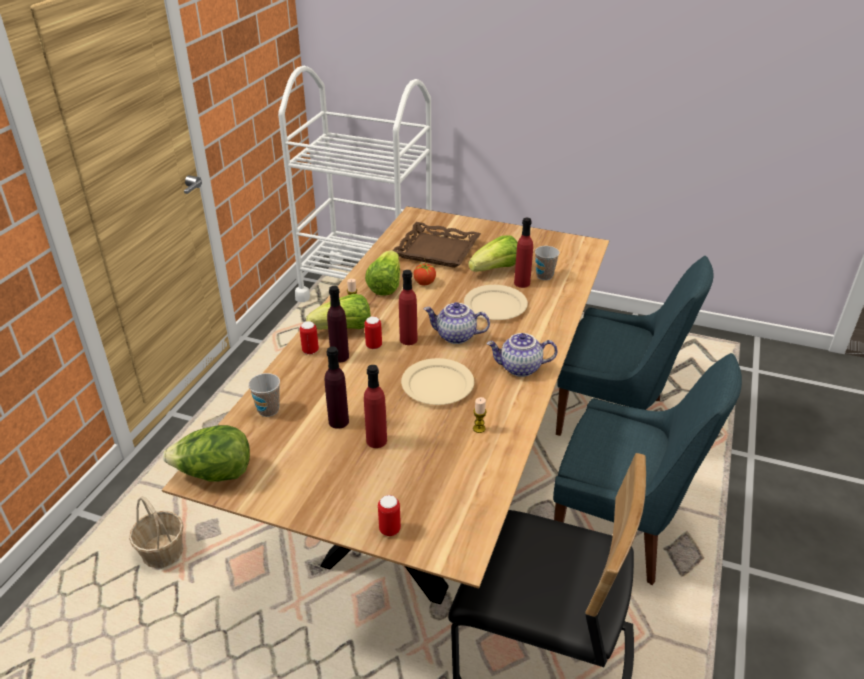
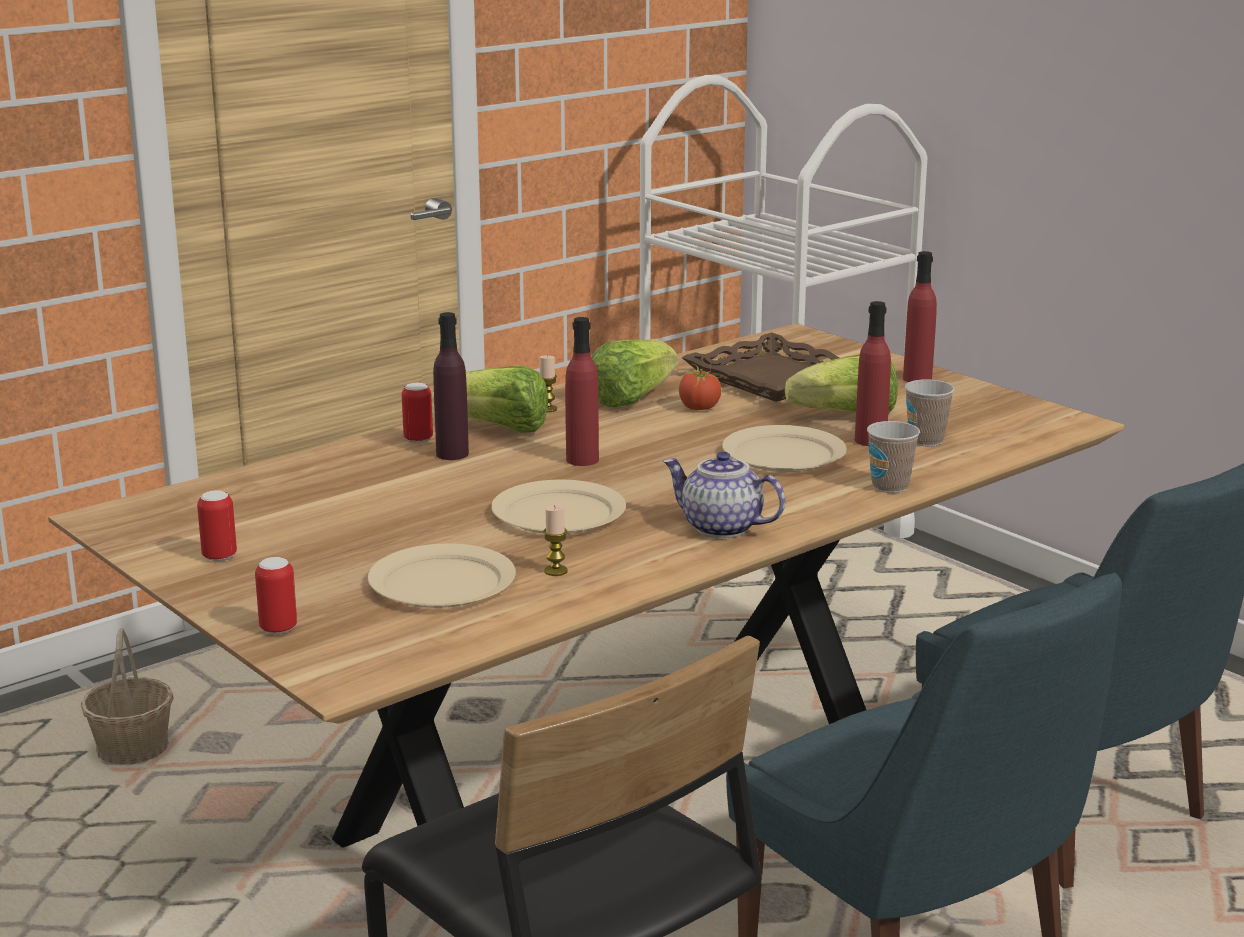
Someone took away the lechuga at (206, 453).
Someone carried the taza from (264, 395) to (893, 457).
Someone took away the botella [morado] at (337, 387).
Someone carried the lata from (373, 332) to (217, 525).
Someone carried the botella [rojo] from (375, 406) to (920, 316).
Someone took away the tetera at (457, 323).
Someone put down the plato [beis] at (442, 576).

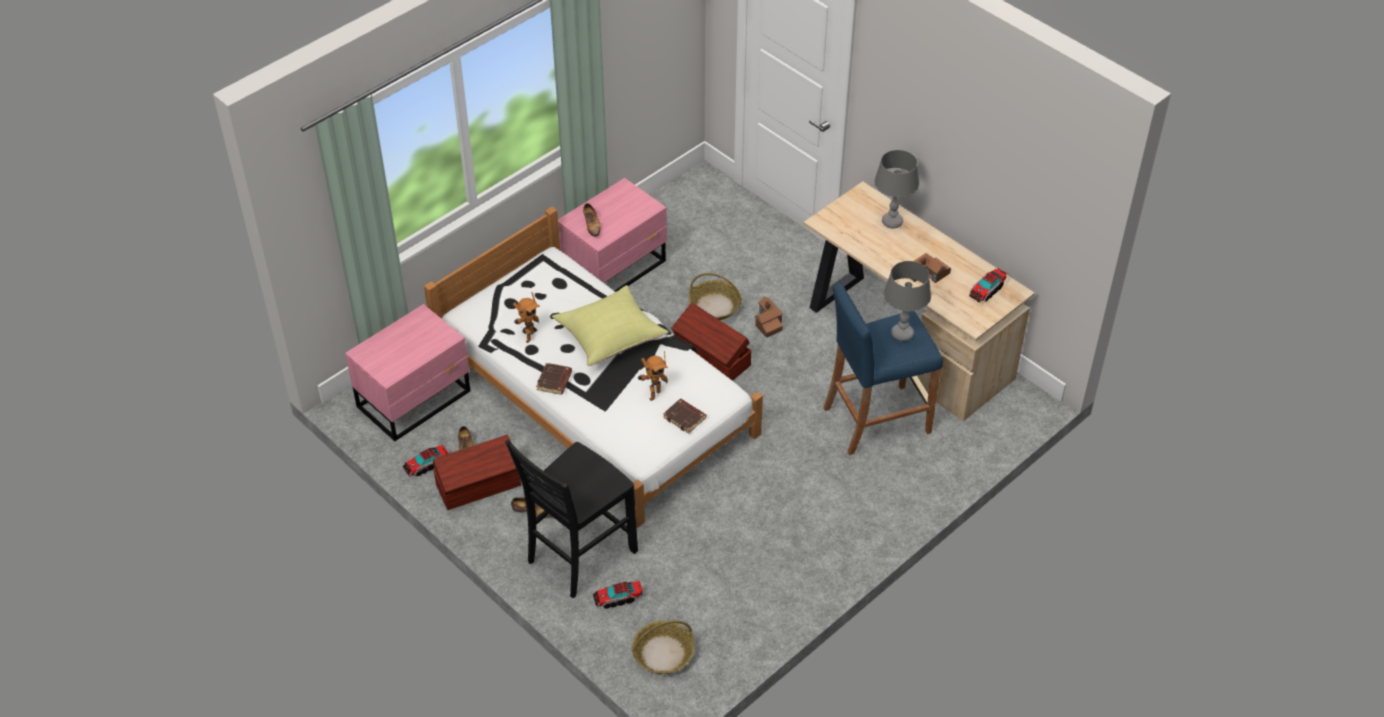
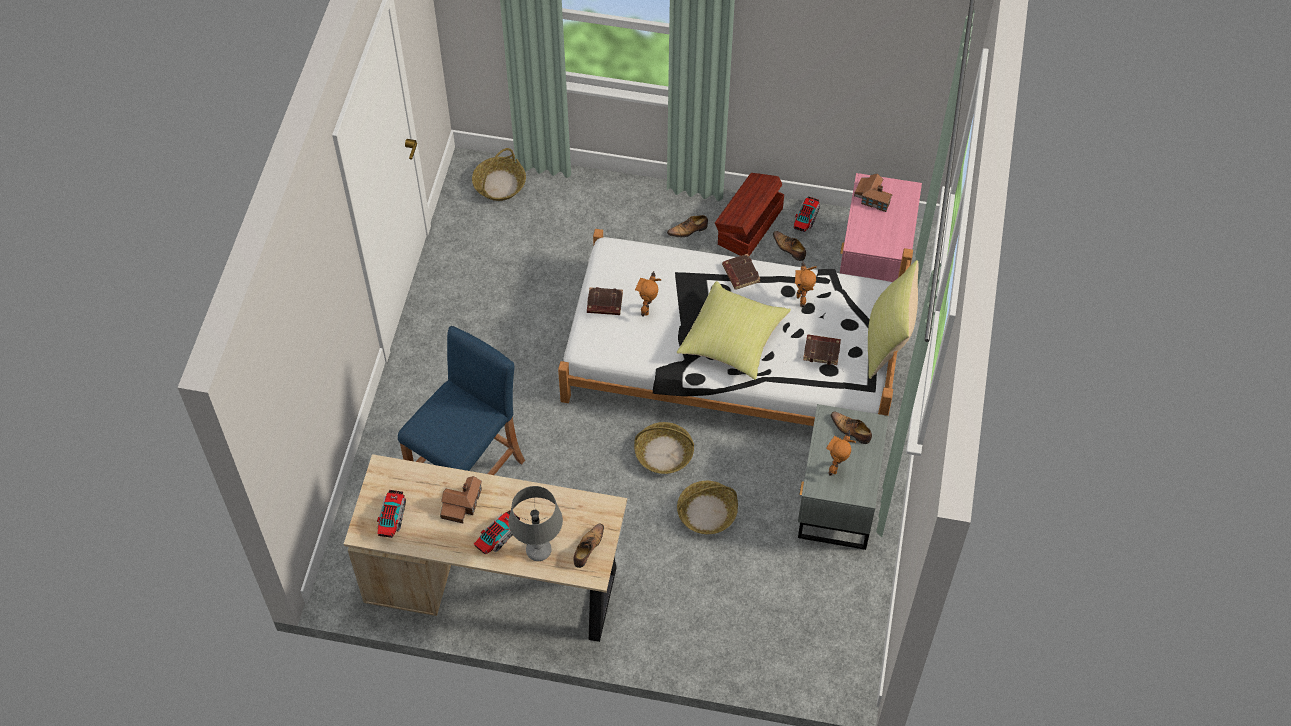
Someone took away the silla [negro] at (571, 519).
Someone repainted the mesita de noche [rosa] at (612, 235), which became the mesita de noche [gris] at (843, 477).
Someone carried the camión de juguete from (618, 595) to (497, 532).
Someone swapped the caja de almacenaje [marrón] at (711, 341) for the cesta at (664, 448).
Someone carried the casita from (769, 317) to (873, 192).
Someone took away the lámpara de mesa [gris] at (907, 301).
Someone put down the zapato at (588, 545).
Someone put down the libro [marrón] at (822, 349).
Someone put down the robot de juguete at (841, 452).
Someone put down the cojín [amarillo] at (893, 319).

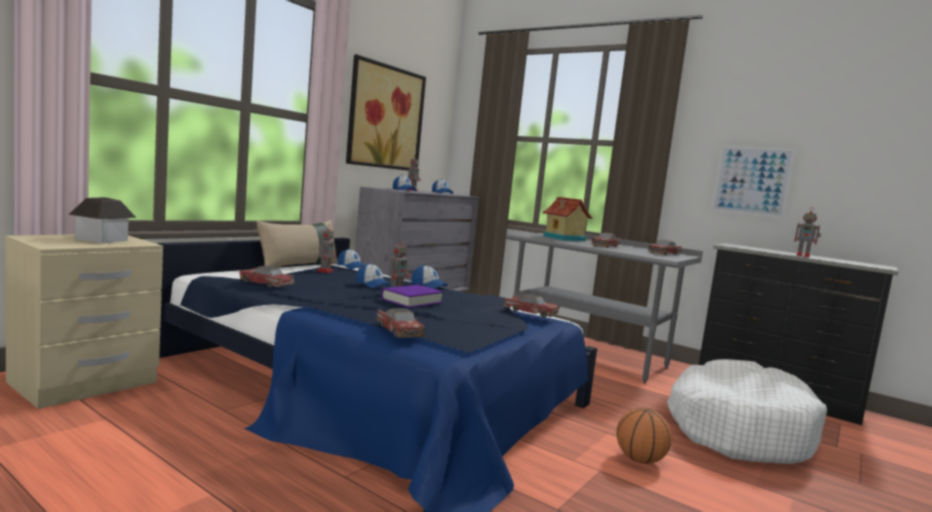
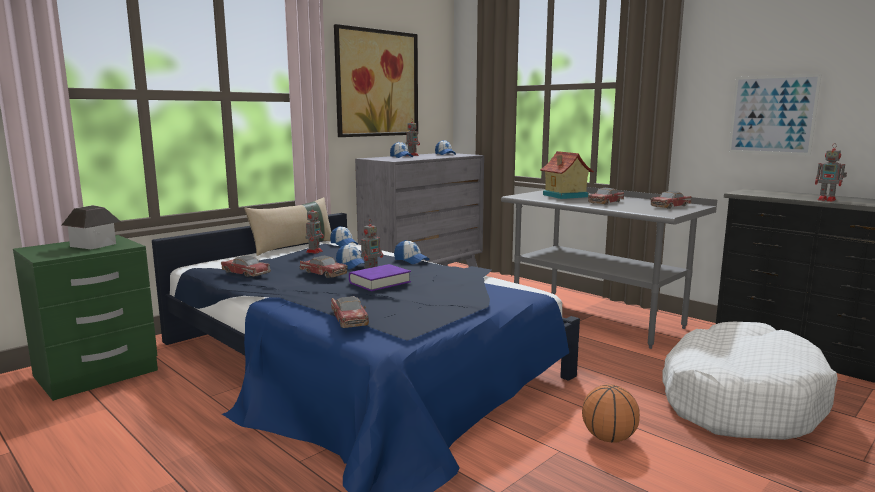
Someone repainted the mesita de noche [beis] at (84, 322), which became the mesita de noche [verde] at (85, 318).
Someone carried the coche de juguete from (531, 305) to (324, 267).

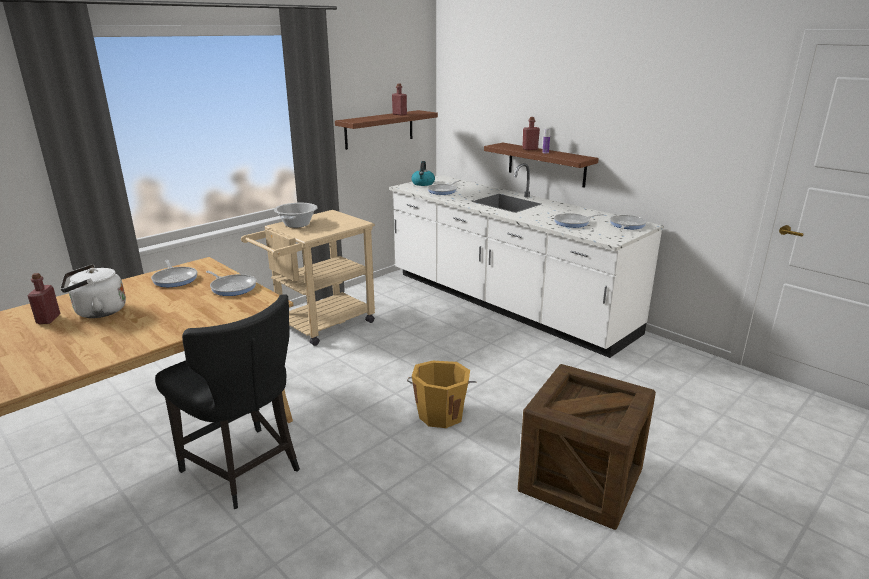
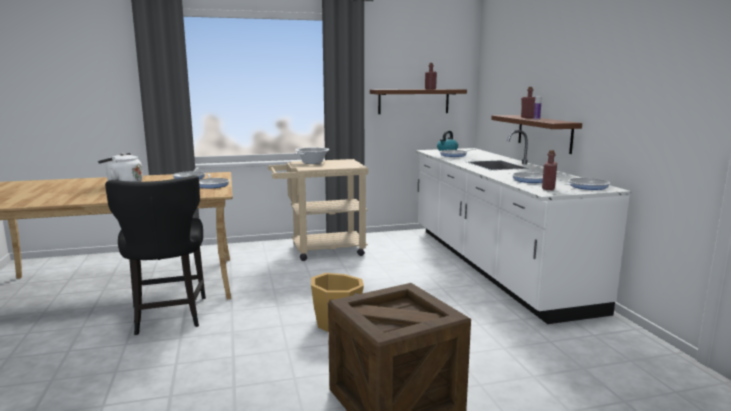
Someone carried the botella [rojo] from (44, 298) to (549, 170).

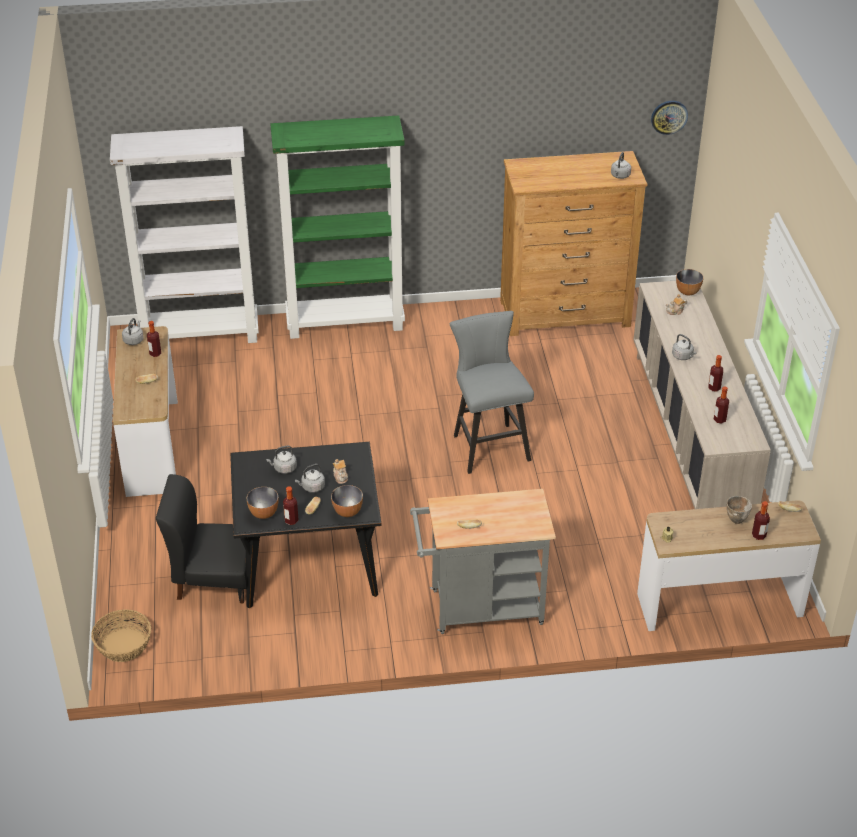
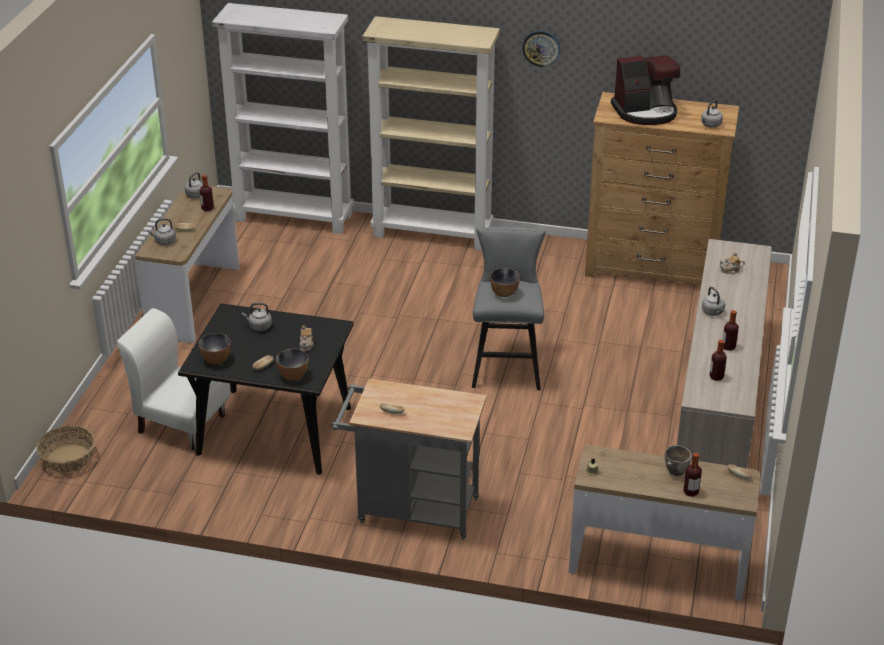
Someone repainted the silla [negro] at (201, 538), which became the silla [blanco] at (173, 379).
Someone repainted the estantería [verde] at (338, 227), which became the estantería [beis] at (431, 133).
Someone took away the botella at (291, 505).
Someone carried the hervidor [gris] from (310, 478) to (162, 231).
Someone carried the reloj de pared from (669, 118) to (541, 49).
Someone carried the cuenco from (689, 282) to (505, 282).
Someone put down the cafetera at (645, 90).

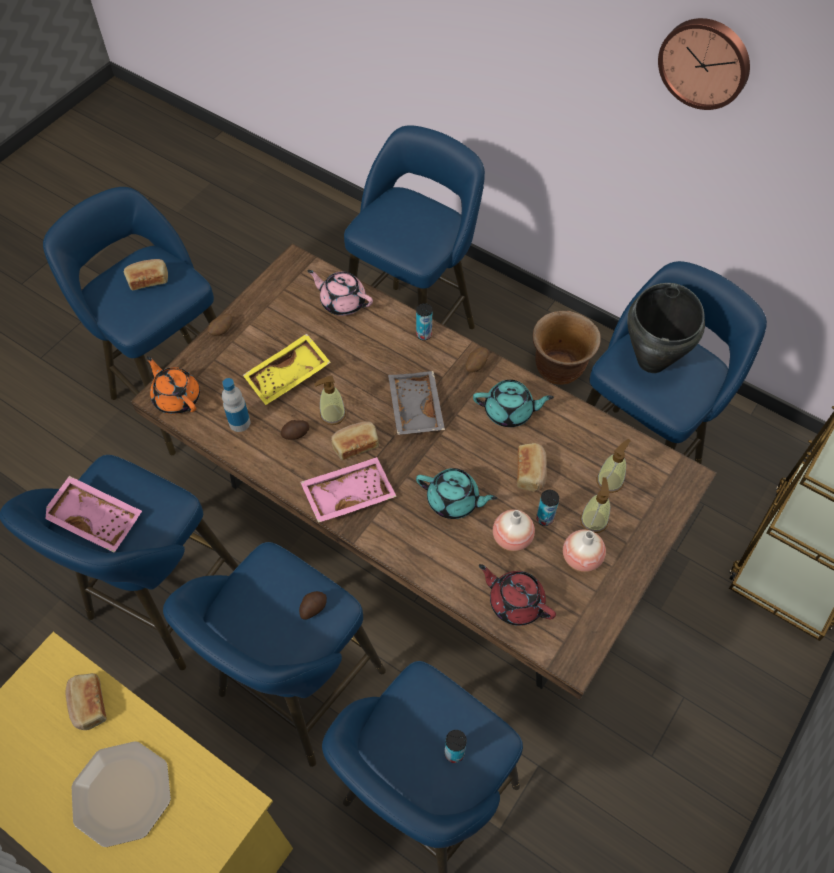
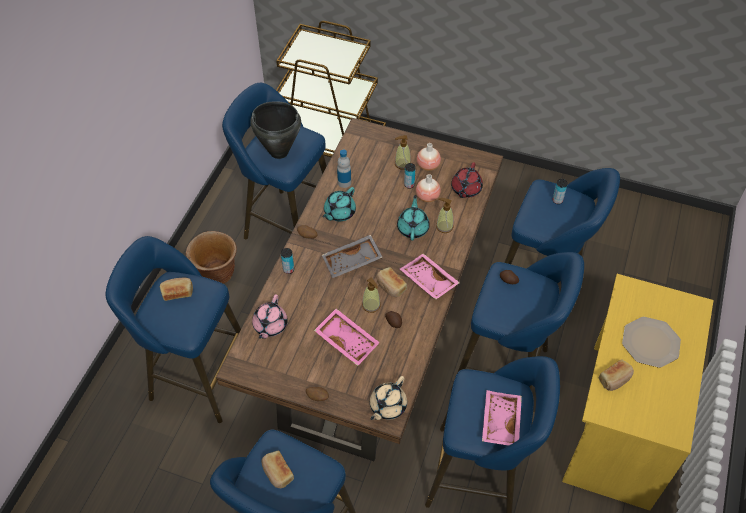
Someone repainted the tetera [naranja] at (173, 385), which became the tetera [beis] at (388, 398).
Someone carried the botella from (236, 405) to (344, 169).
Someone repainted the bandeja [amarillo] at (287, 369), which became the bandeja [rosa] at (347, 337).
Someone rotated the tetera [turquesa] at (513, 403) by 135 degrees counterclockwise.
Someone carried the pan from (532, 467) to (176, 289).
Someone carried the dispensador de jabón from (614, 466) to (445, 215).
Someone took away the reloj de pared at (704, 64).

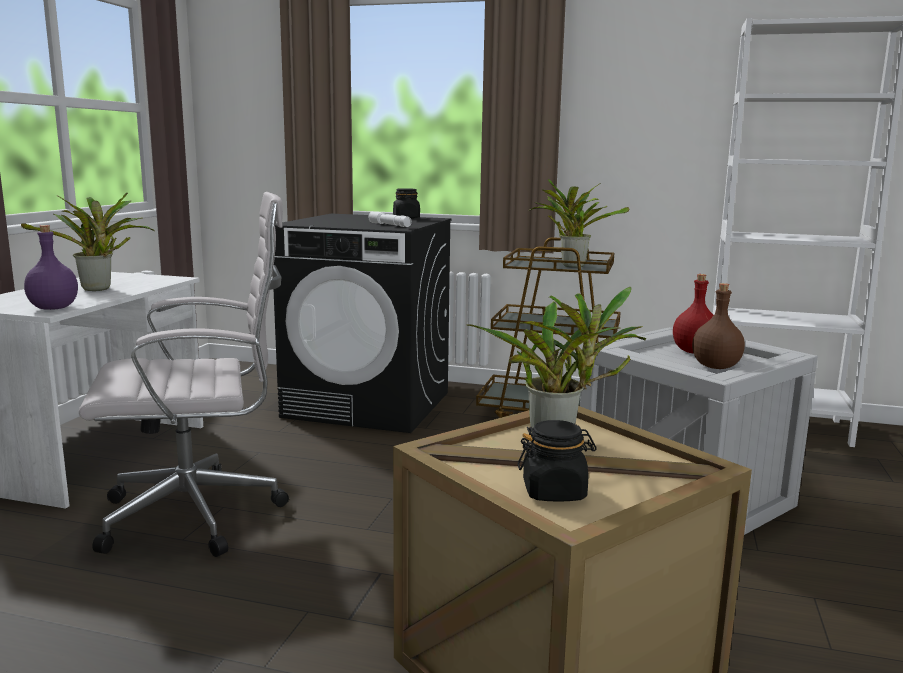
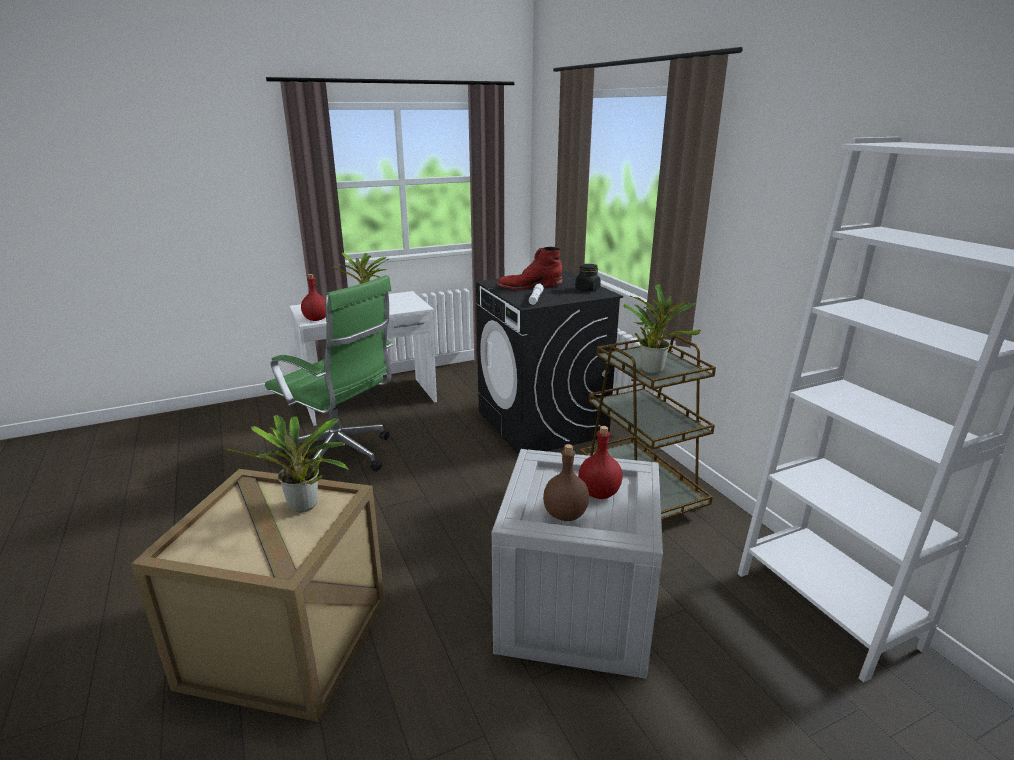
Someone repainted the botella [morado] at (51, 267), which became the botella [rojo] at (313, 297).
Someone repainted the silla de oficina [blanco] at (184, 374), which became the silla de oficina [verde] at (329, 373).
Someone took away the tarro [negro] at (557, 461).
Someone put down the bota [rojo] at (529, 268).

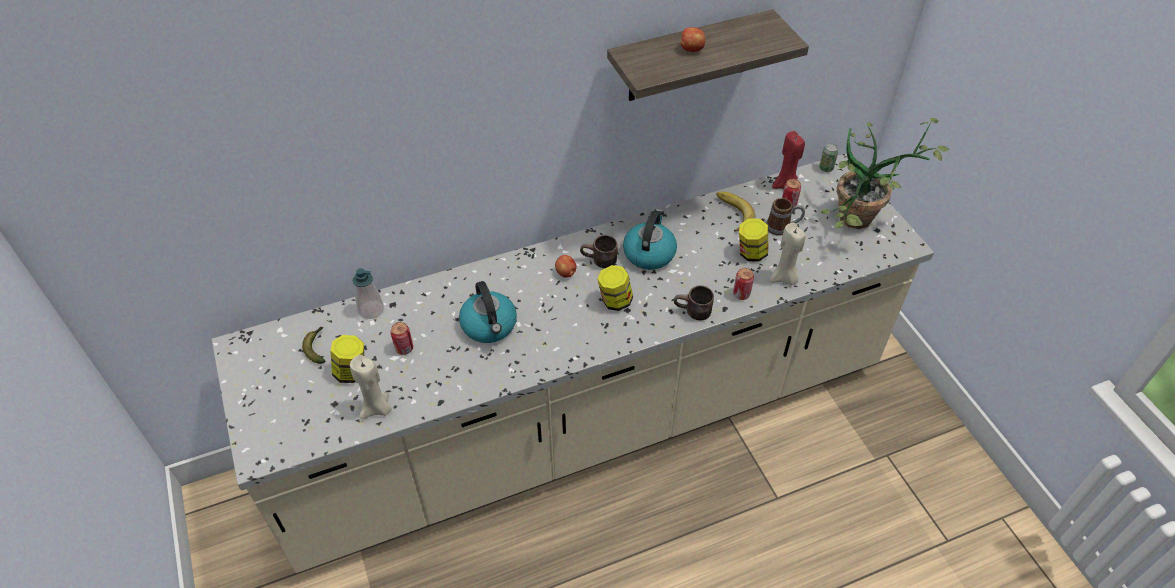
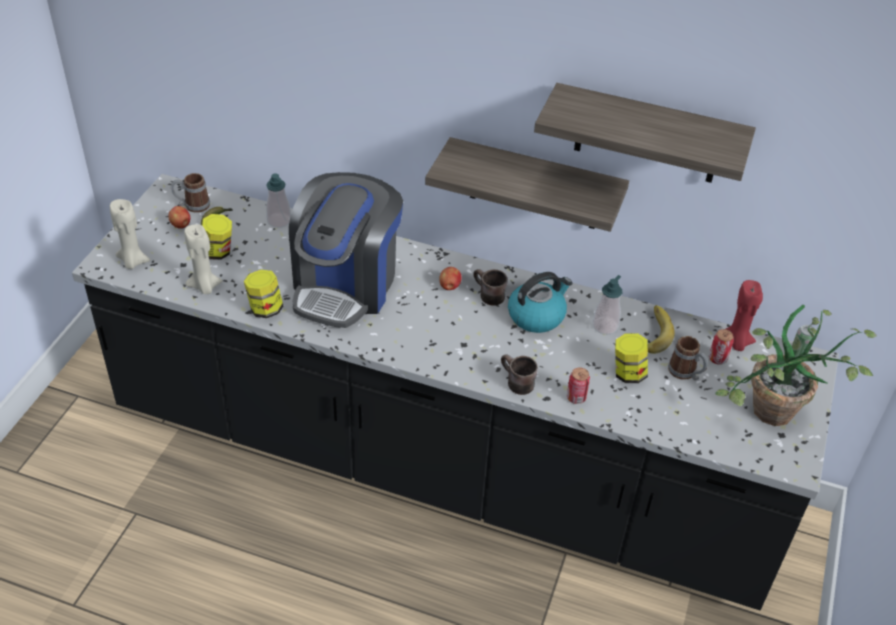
Someone repainted the mueble bajo de cocina [beis] at (573, 363), which became the mueble bajo de cocina [negro] at (455, 392).
Someone took away the lata at (402, 338).
Someone swapped the hervidor at (488, 312) for the cafetera at (346, 250).
Someone carried the tarro from (615, 288) to (263, 294).
Someone carried the manzana from (693, 39) to (179, 217).
Someone carried the vela [beis] from (788, 254) to (130, 234).
Someone put down the taza grande at (190, 193).
Someone put up the estante at (527, 184).
Someone put down the dispensador de jabón at (607, 305).

